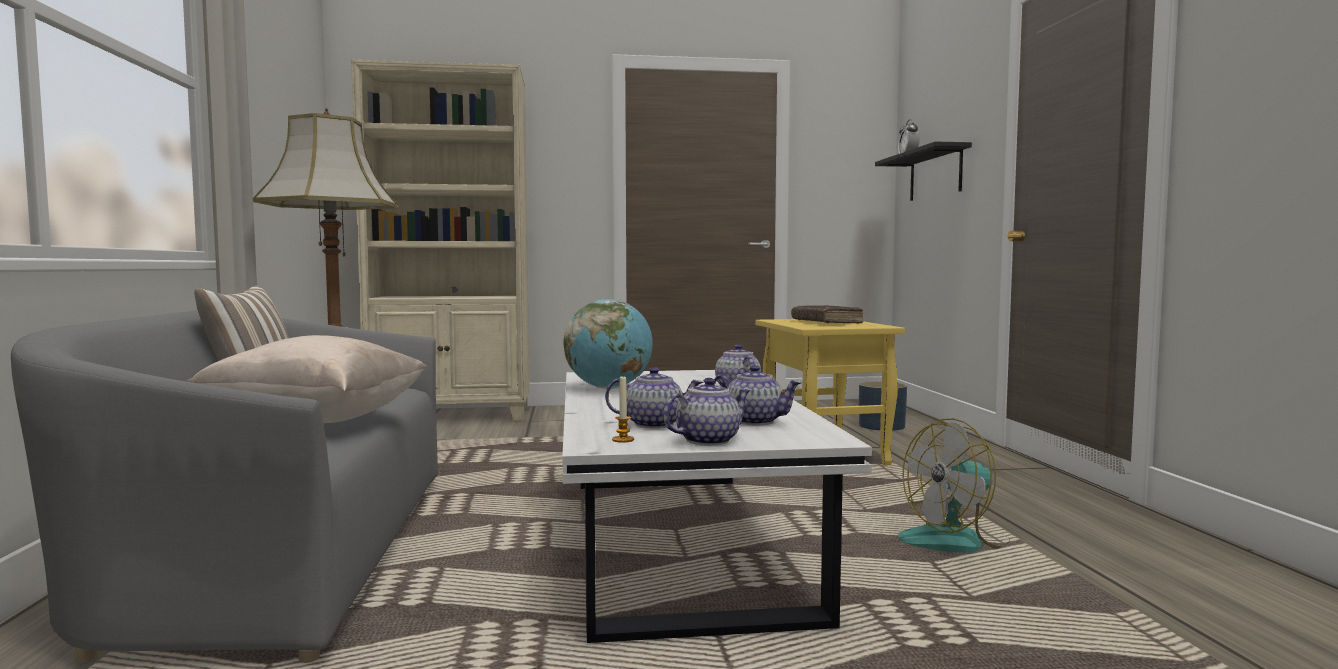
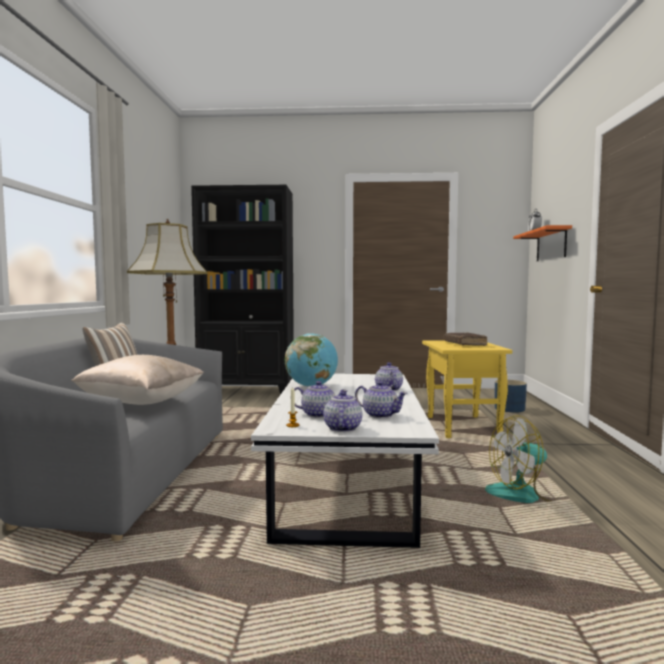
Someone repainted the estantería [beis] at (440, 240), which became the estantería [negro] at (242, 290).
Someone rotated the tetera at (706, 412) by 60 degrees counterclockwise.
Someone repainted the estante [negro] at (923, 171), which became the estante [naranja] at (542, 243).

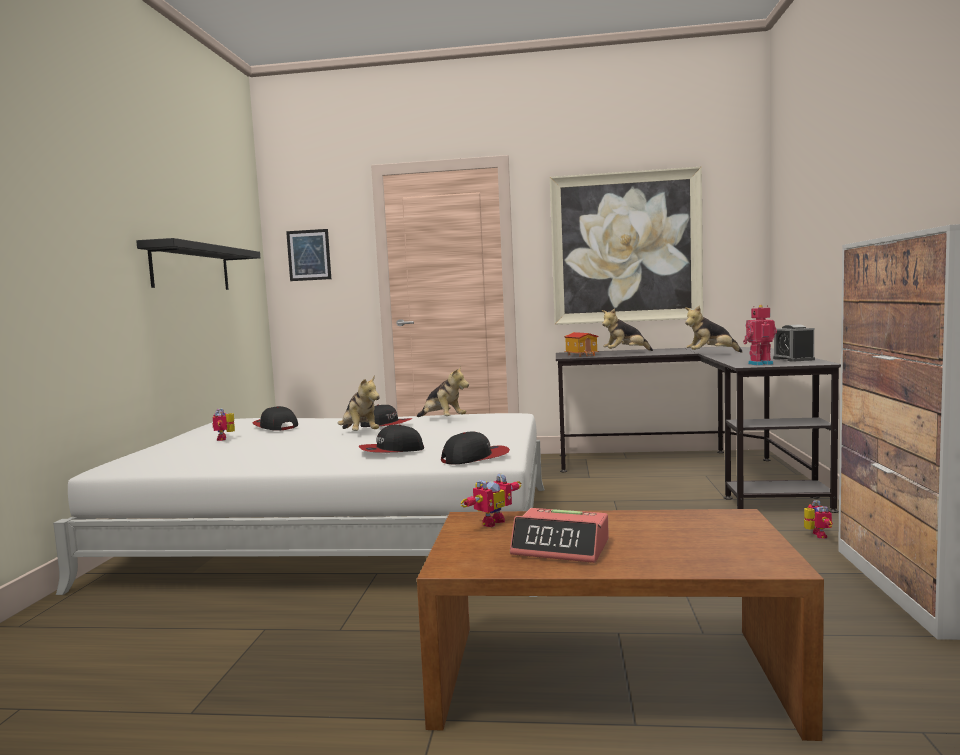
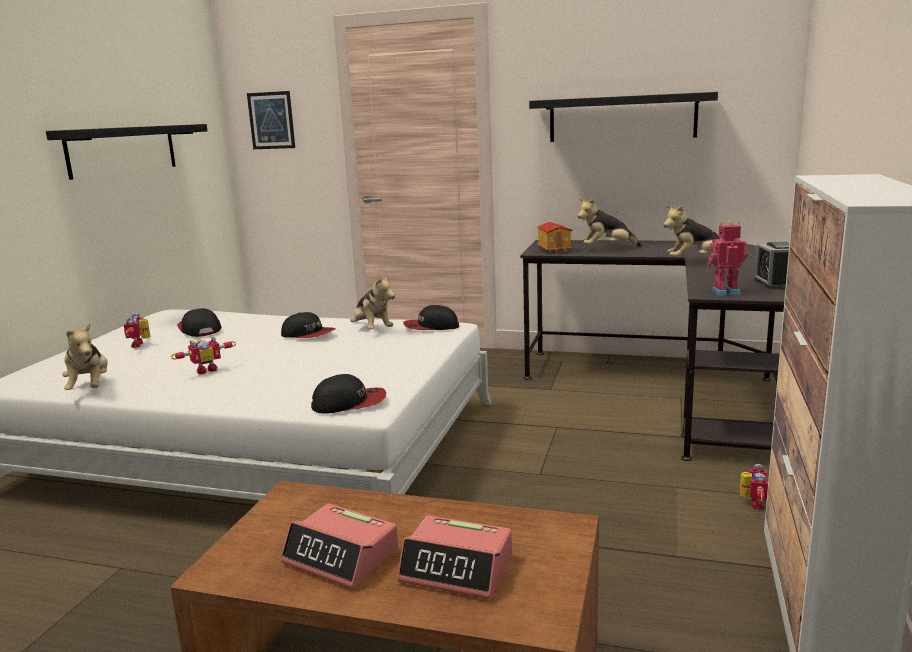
Someone carried the peluche from (359, 403) to (85, 356).
Someone carried the gorra from (391, 439) to (431, 317).
Someone carried the robot de juguete from (491, 500) to (203, 354).
Someone swapped the cuadro at (626, 246) for the estante [negro] at (623, 117).
Someone put down the despertador at (454, 557).

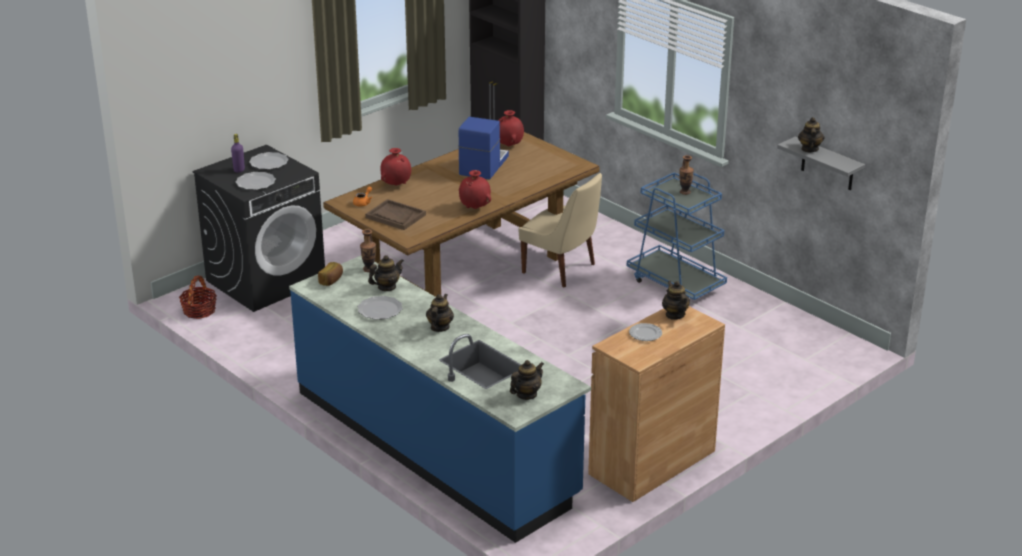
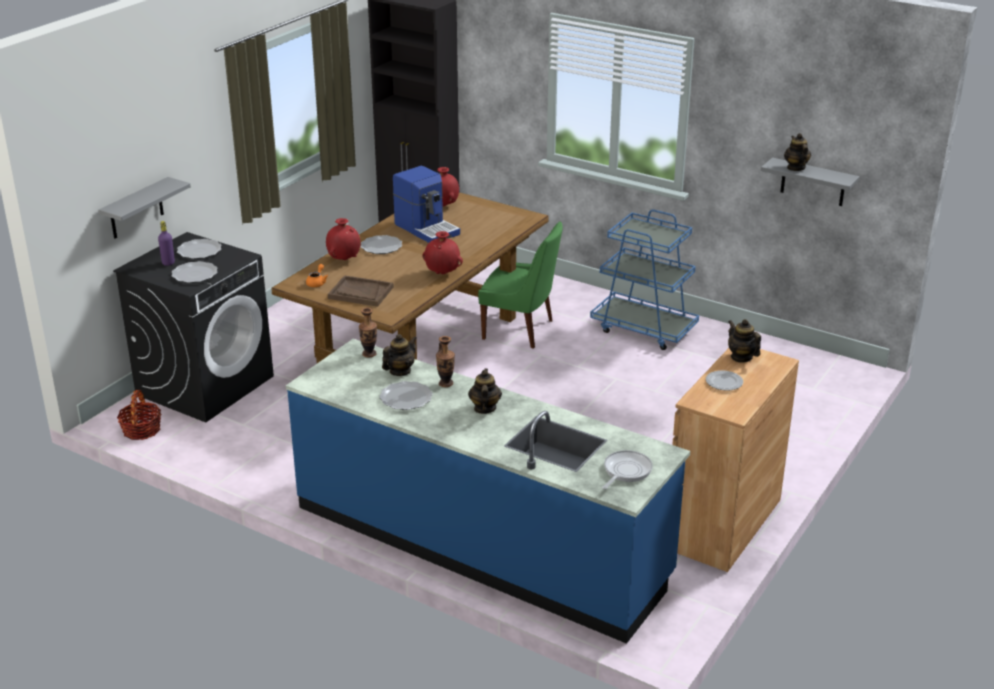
Someone took away the pan at (330, 274).
Someone rotated the cafetera at (483, 148) by 135 degrees clockwise.
Someone swapped the tetera at (527, 380) for the sartén at (627, 469).
Someone repainted the silla [beis] at (560, 230), which became the silla [verde] at (520, 284).
Someone carried the florero from (687, 175) to (445, 361).
Someone put up the estante [gris] at (144, 208).
Someone put down the plato at (381, 244).

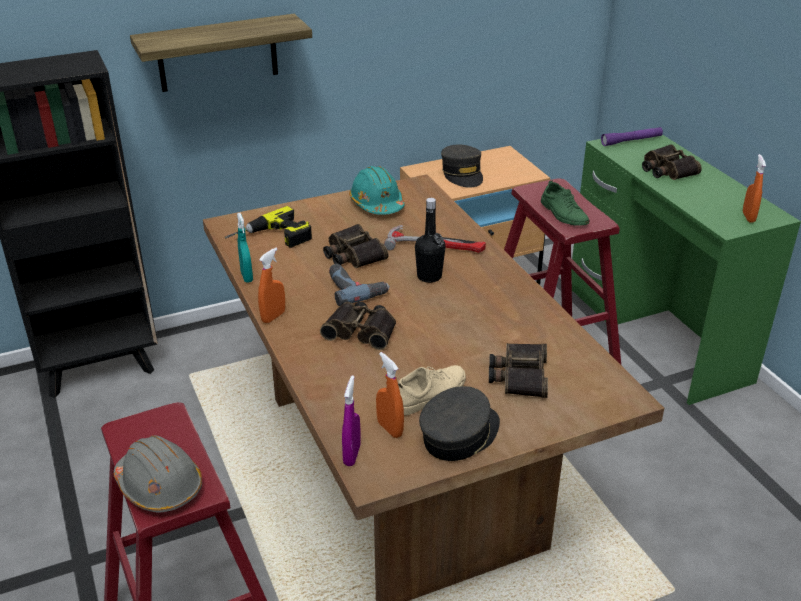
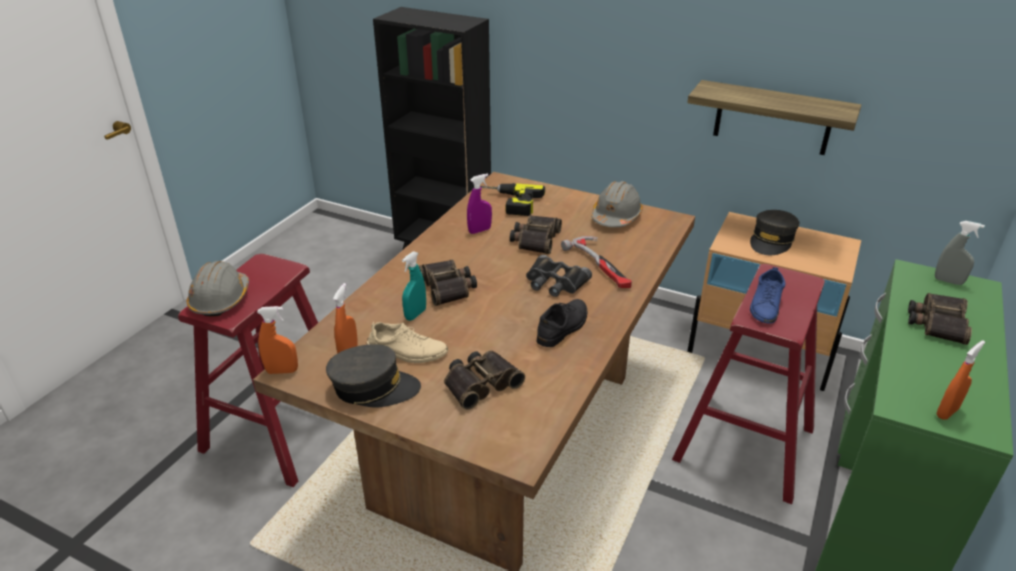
Someone carried the estante from (221, 53) to (774, 117).
Someone carried the pulverizador [turquesa] from (245, 248) to (414, 286).
Someone carried the pulverizador [naranja] from (271, 285) to (277, 340).
Someone took away the taladro at (359, 285).
Someone carried the pulverizador [morado] from (351, 420) to (479, 204).
Someone repainted the casco [turquesa] at (377, 190), which became the casco [gris] at (617, 204).
Someone swapped the botella [negro] at (430, 240) for the prismáticos [negro] at (559, 276).
Someone repainted the zapato [verde] at (565, 202), which became the zapato [azul] at (767, 295).
Someone swapped the linterna [morado] at (632, 136) for the pulverizador [gris] at (960, 253).
Someone put down the zapato [negro] at (562, 323).

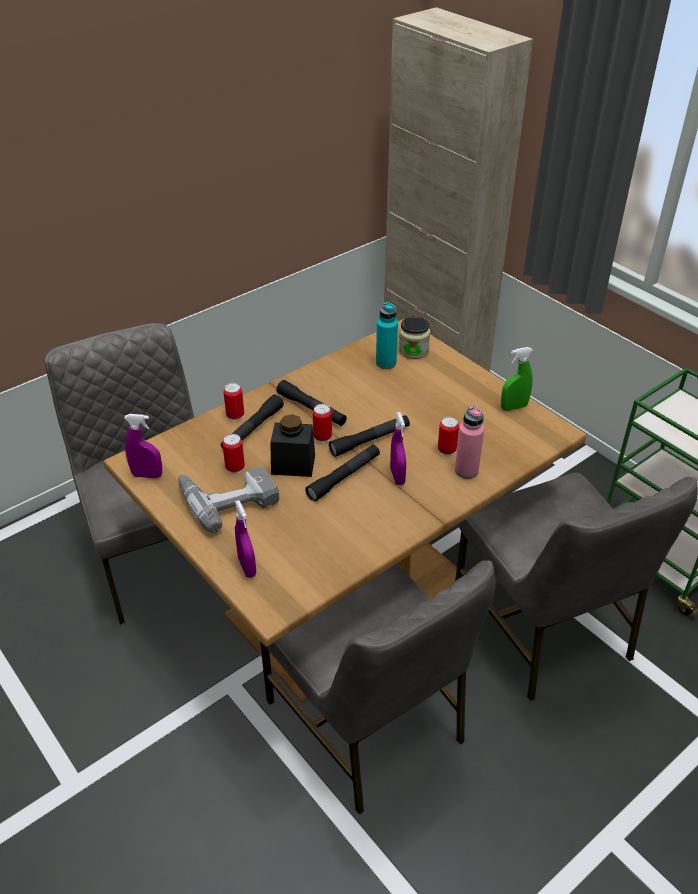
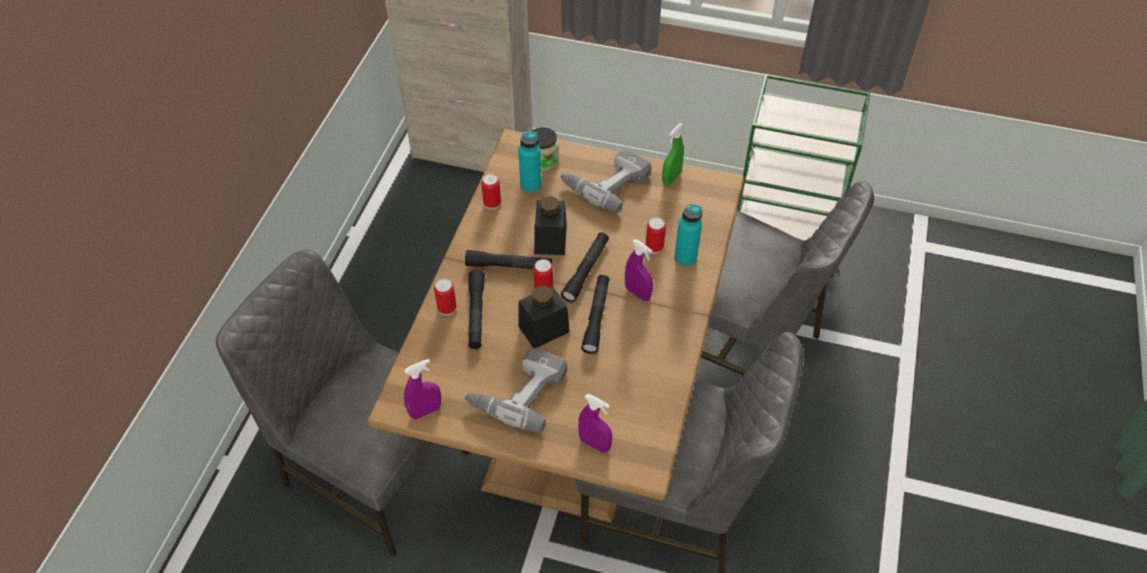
Someone carried the lata from (233, 454) to (491, 192).
Someone repainted the botella [rosa] at (469, 442), which became the botella [turquesa] at (688, 235).
Someone put down the tarro [negro] at (550, 225).
Someone put down the taladro at (606, 181).

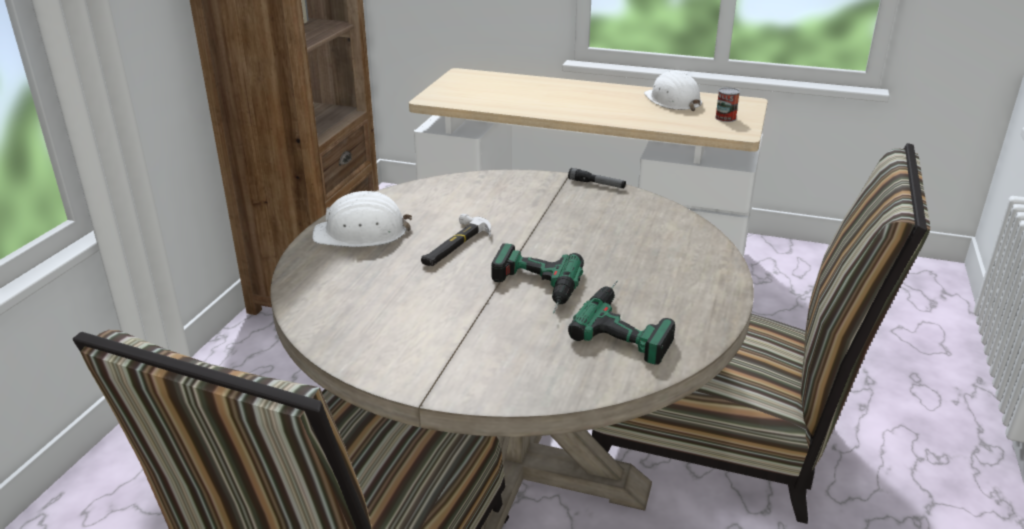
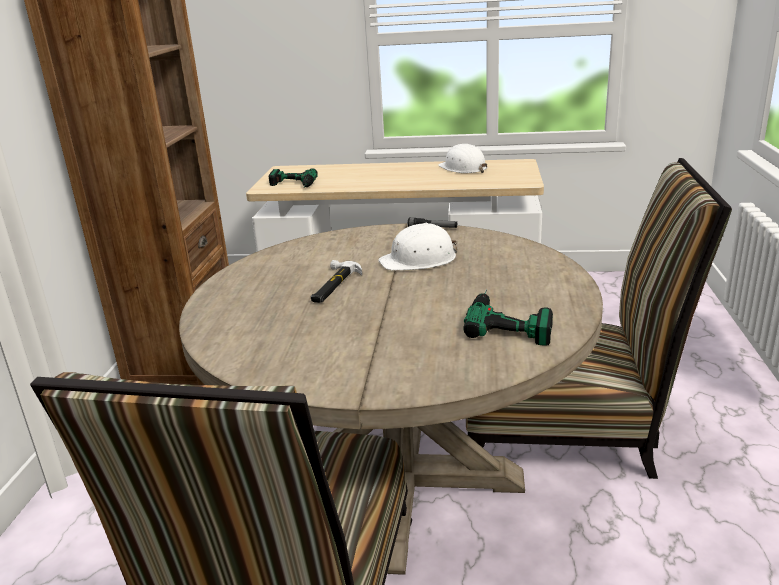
Someone carried the casco [blanco] from (362, 219) to (417, 246).
Someone carried the taladro from (537, 278) to (293, 177).
Someone took away the lata at (727, 104).

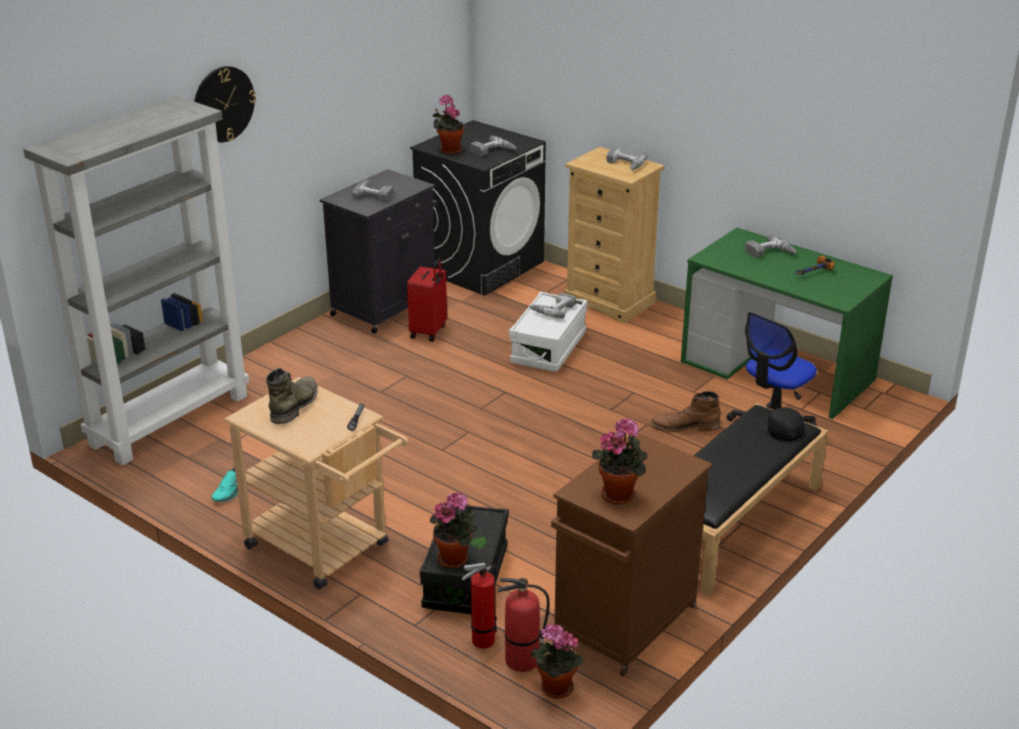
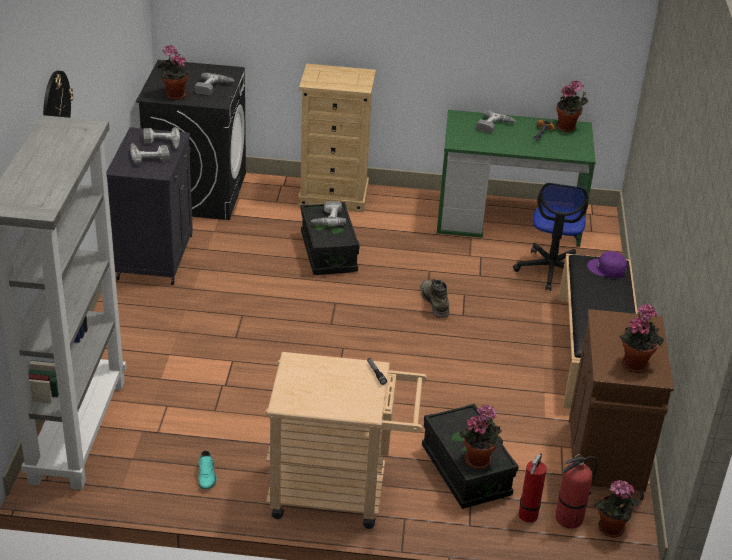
Someone carried the bota [verde] from (292, 396) to (434, 298).
Someone took away the maleta [rojo] at (427, 300).
Someone repainted the caja de almacenaje [blanco] at (548, 331), which became the caja de almacenaje [negro] at (330, 238).
Someone carried the taladro from (626, 158) to (162, 137).
Someone took away the bota [marrón] at (686, 411).
Someone repainted the gorra [negro] at (780, 424), which became the gorra [morado] at (607, 264).
Someone put down the planta en maceta at (572, 106).

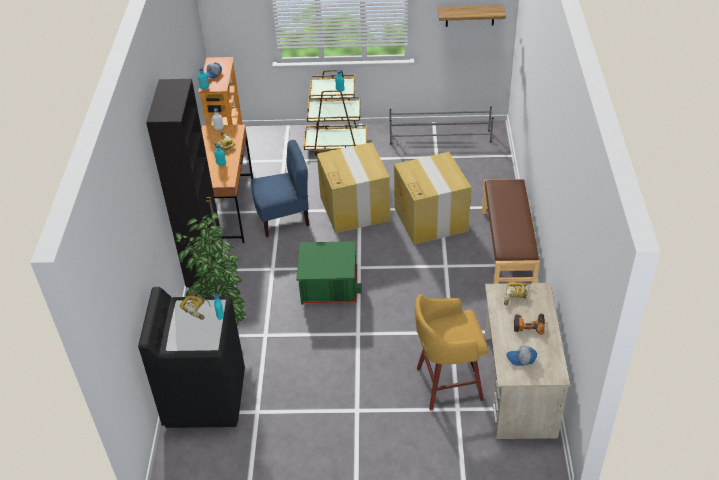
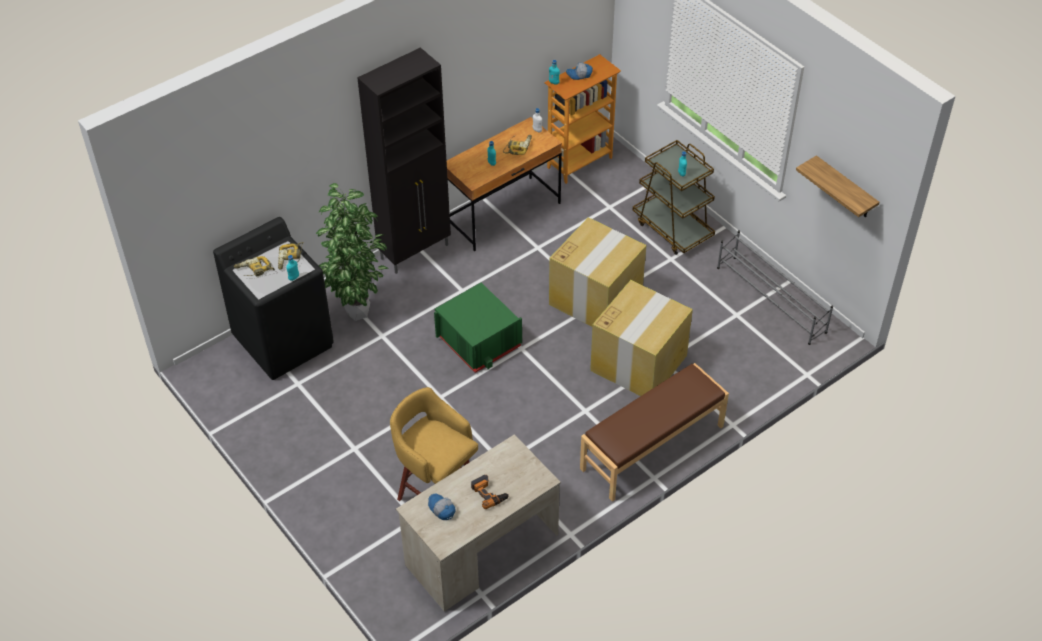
Someone took away the silla [azul] at (280, 188).
Someone carried the taladro from (517, 293) to (254, 266).

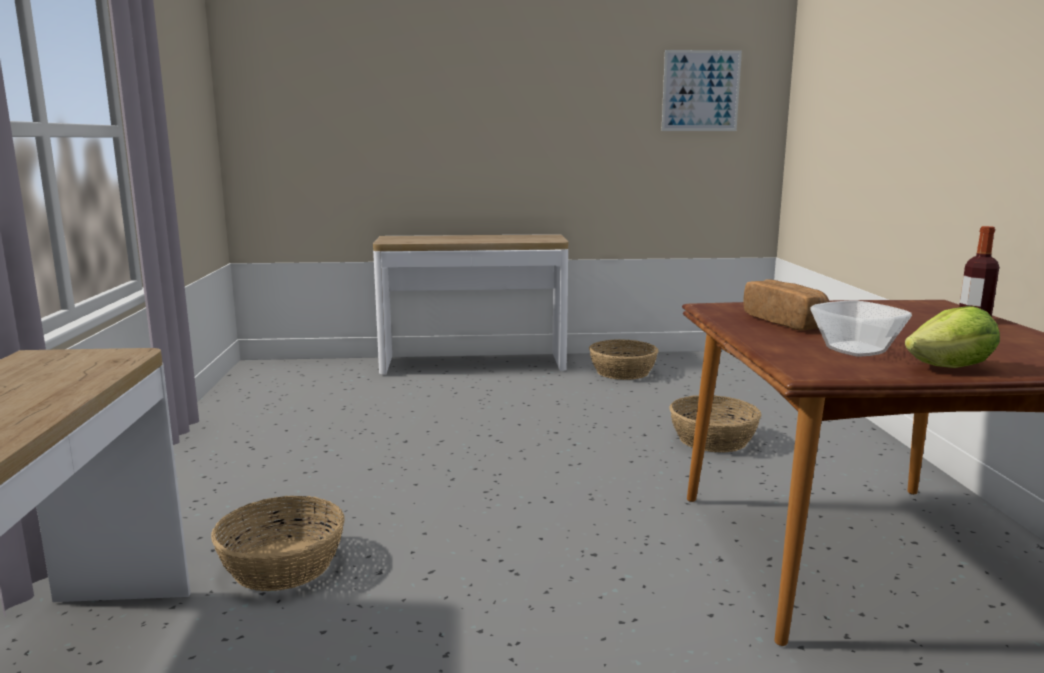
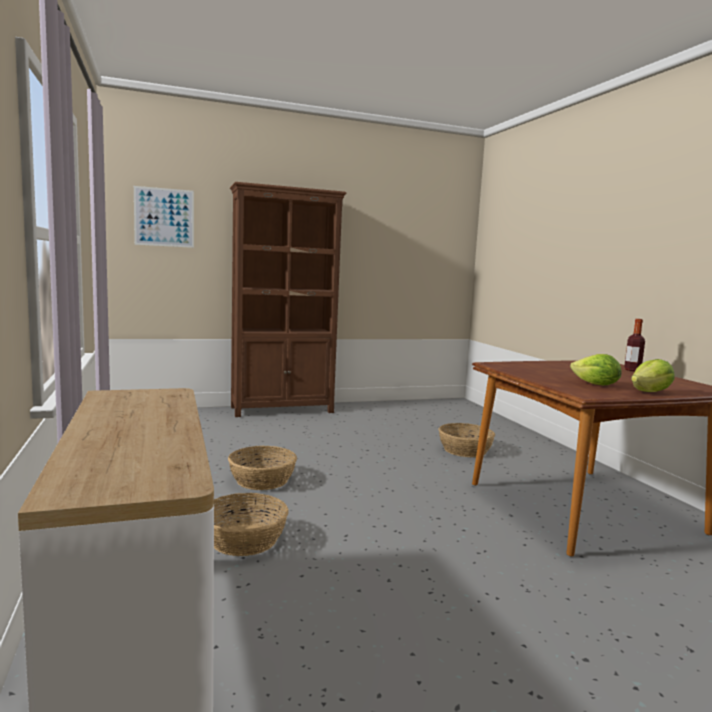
Someone swapped the mesa consola at (470, 304) for the estantería [marrón] at (288, 299).
Someone carried the cesta from (623, 359) to (262, 468).
Someone carried the cuadro from (701, 90) to (164, 217).
Someone took away the pan at (786, 305).
Someone swapped the cuenco at (861, 328) for the lechuga at (595, 369).

